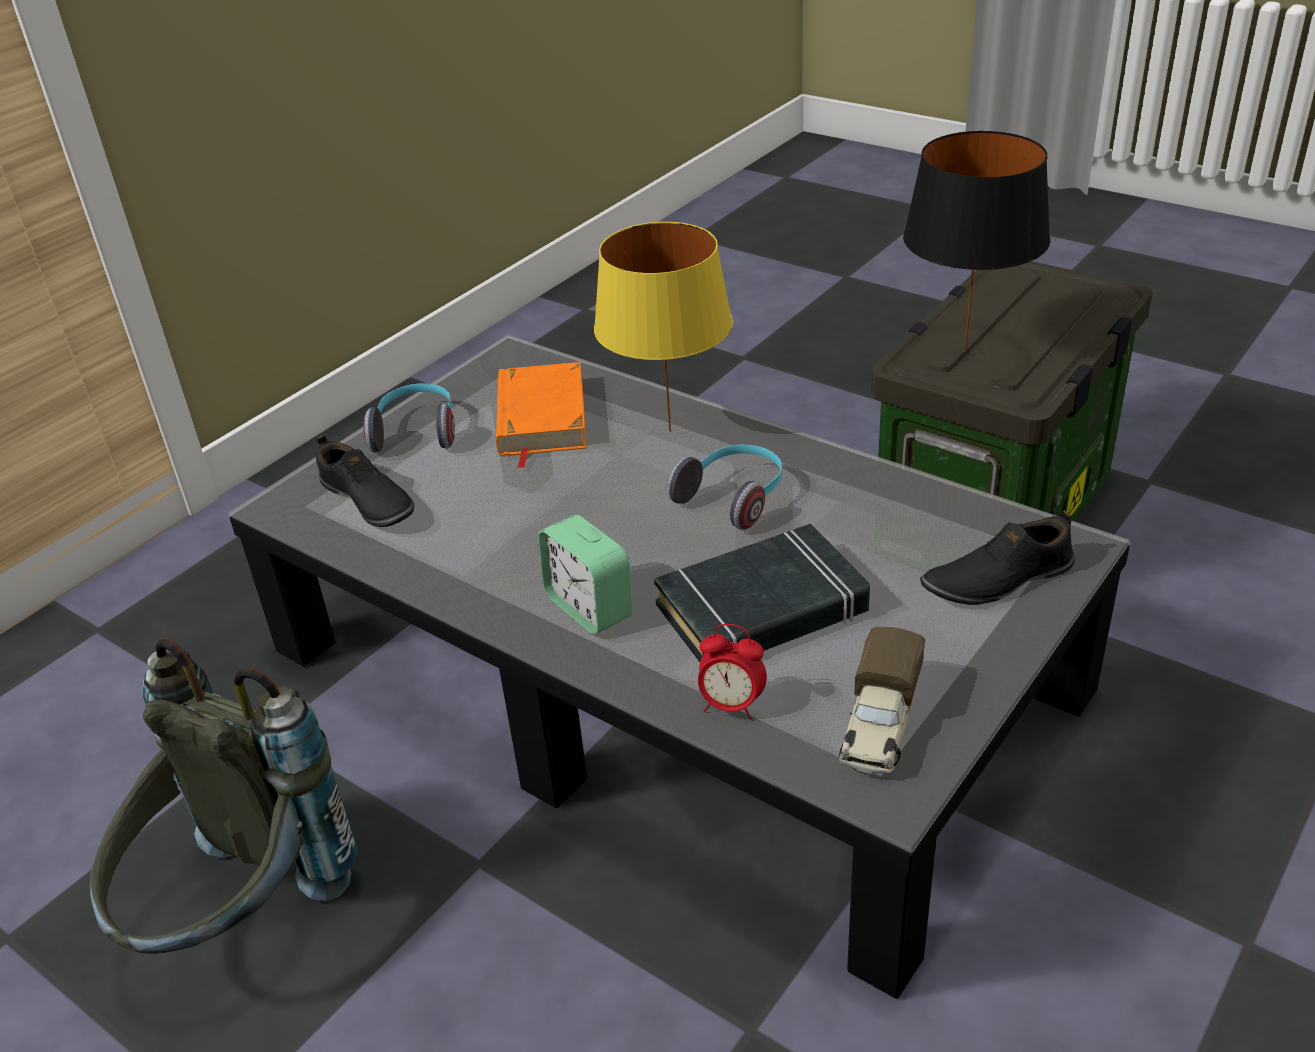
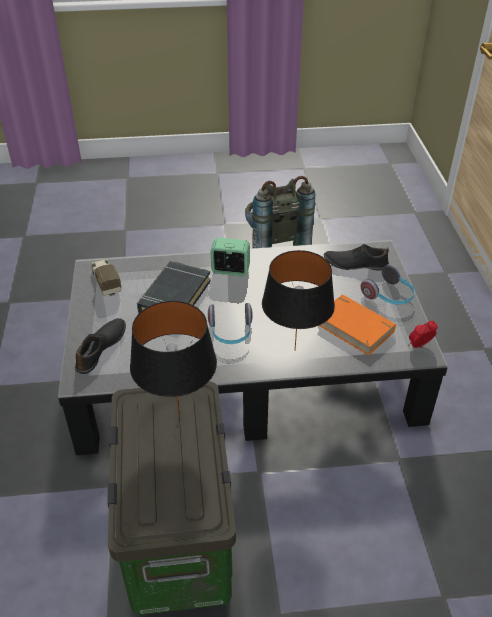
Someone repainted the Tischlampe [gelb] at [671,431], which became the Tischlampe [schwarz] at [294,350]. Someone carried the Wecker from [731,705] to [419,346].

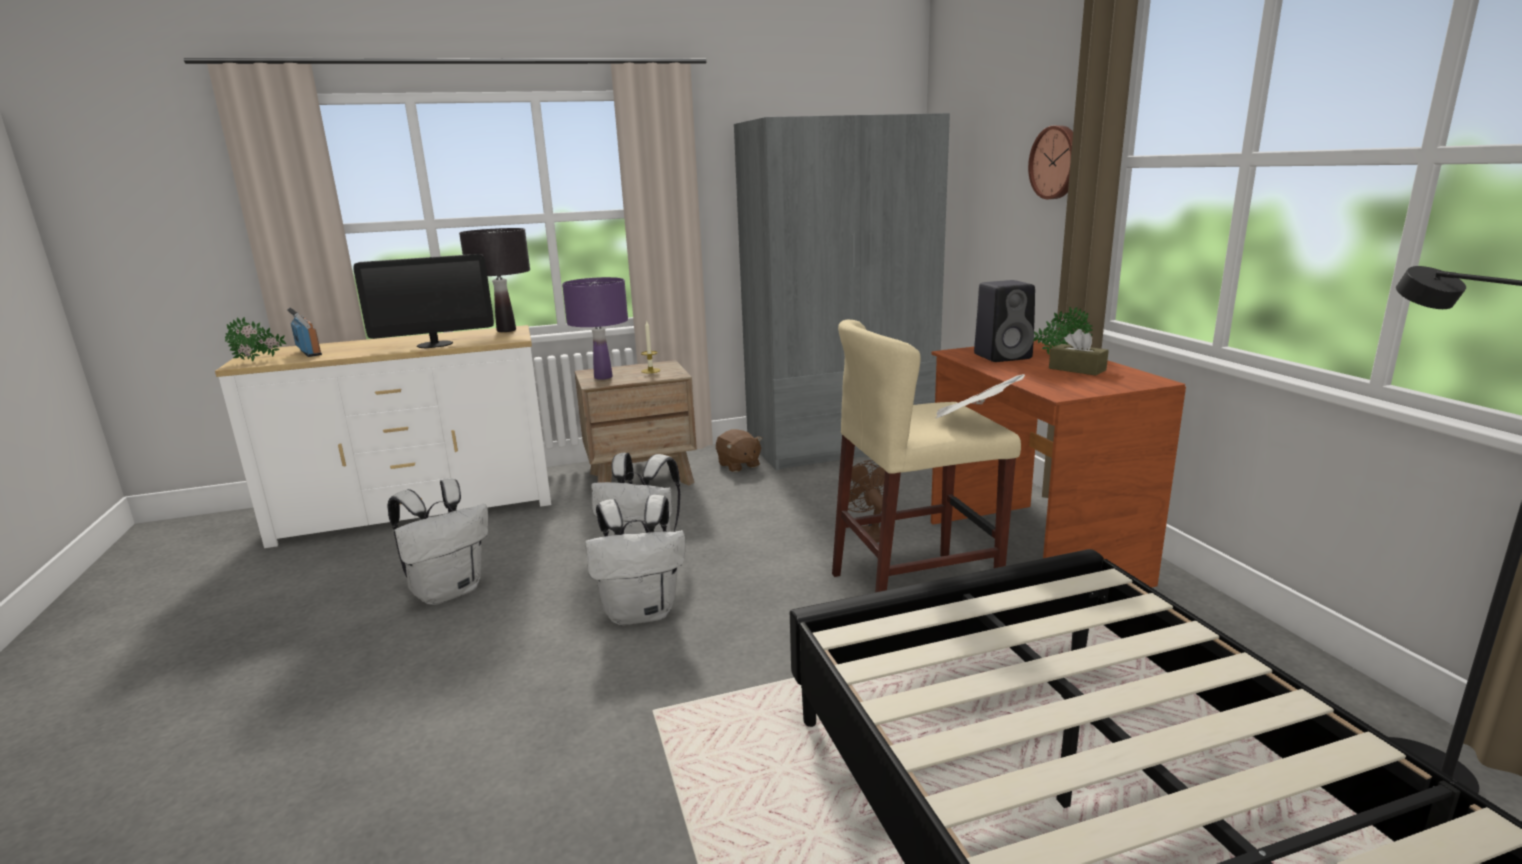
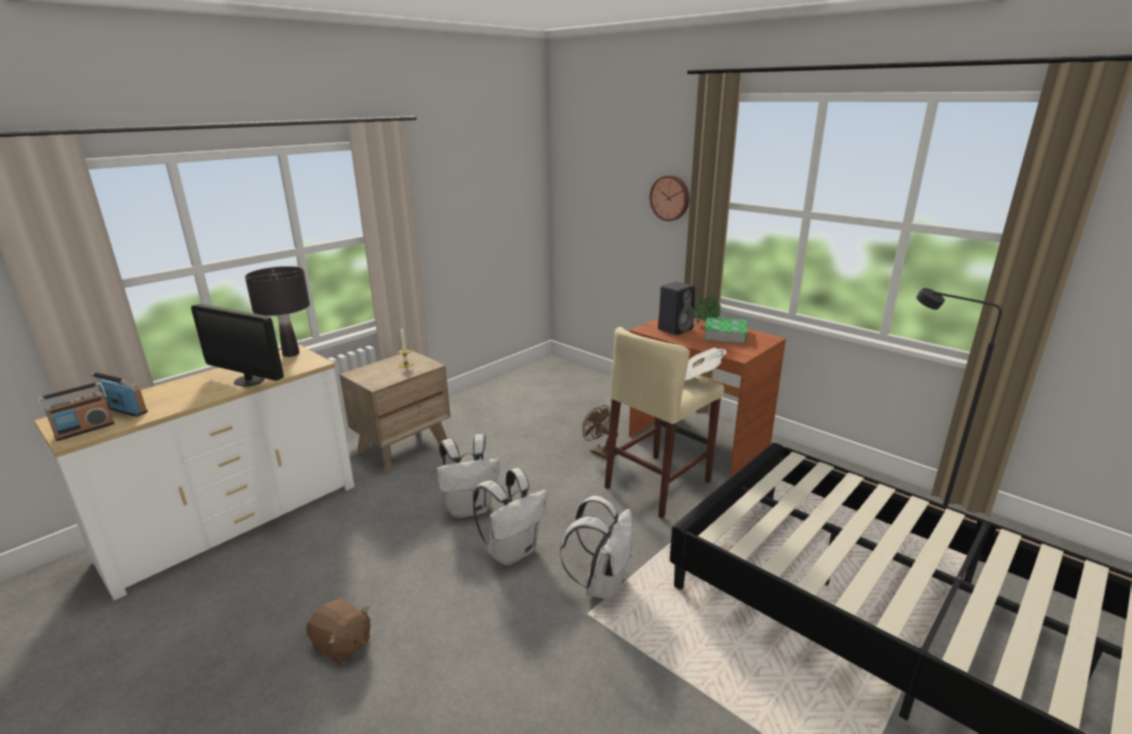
Someone took away the Kleiderschrank [grau] at [841,443]. Someone rotated the Monitor at [435,344] by 75 degrees clockwise. Someone took away the Tischlampe [lila] at [603,377]. Someone swapped the Topfpflanze at [259,360] for the Radio at [85,430]. Someone swapped the Taschentuchbox [braun] at [1077,369] for the Buch at [725,334]. Someone carried the Plüschtier [braun] from [738,465] to [342,645]. Someone carried the Rucksack [weiß] from [449,591] to [602,584].

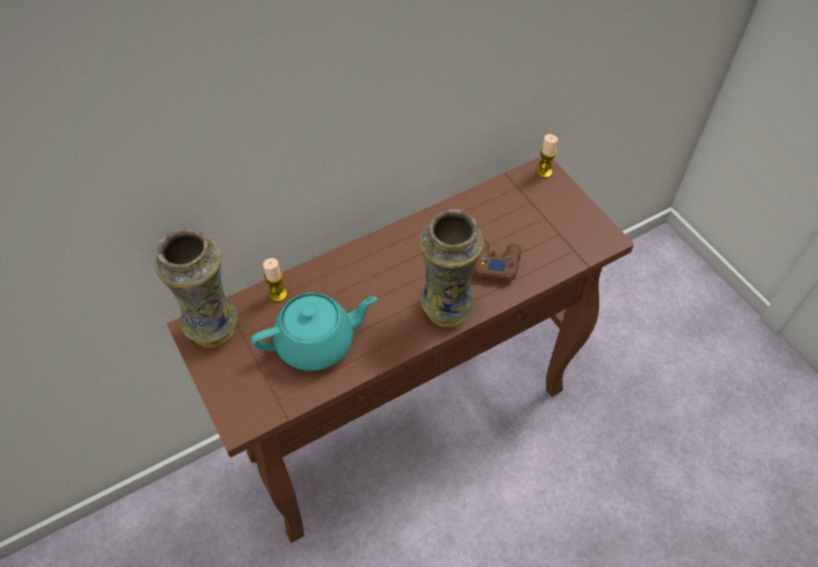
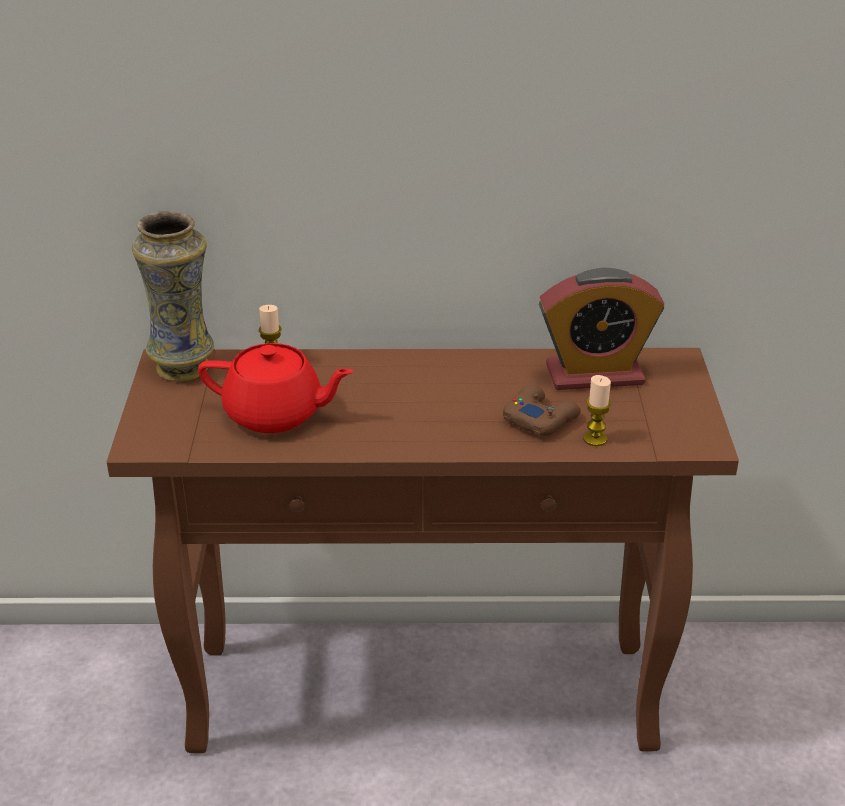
Someone carried the Kerze from [544,172] to [595,439]. Someone took away the Vase at [446,311]. Someone repainted the Teekanne [türkis] at [317,343], which became the Teekanne [rot] at [276,414]. Someone put down the Wecker at [594,374].

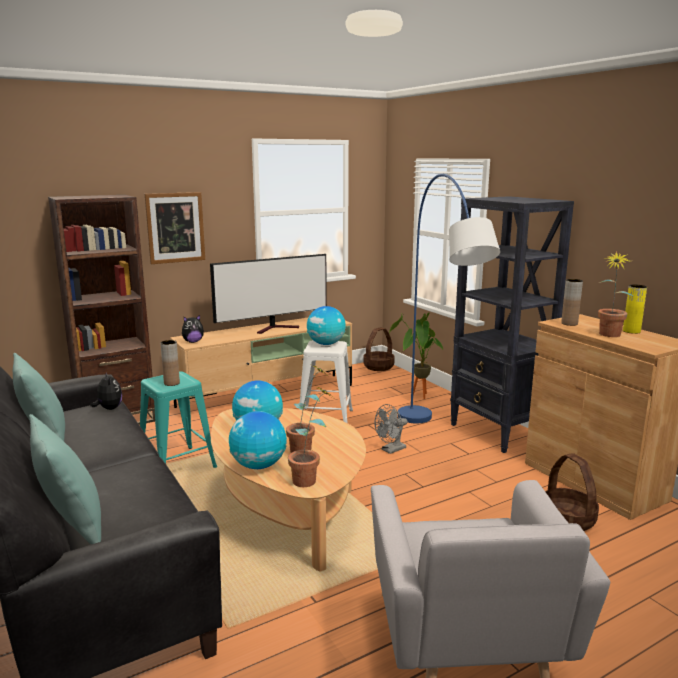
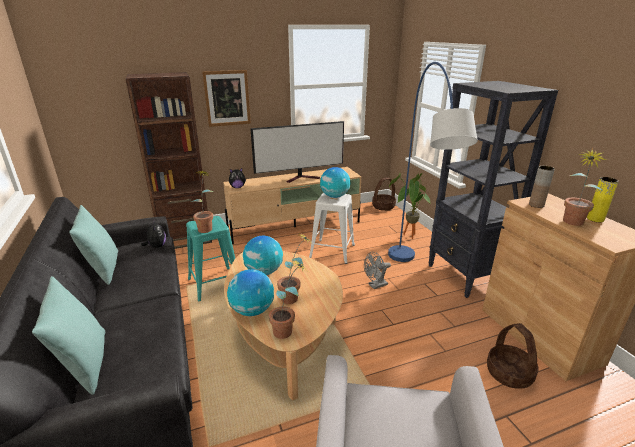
Someone swapped the Vase [braun] at [171,383] for the Topfpflanze at [206,227].

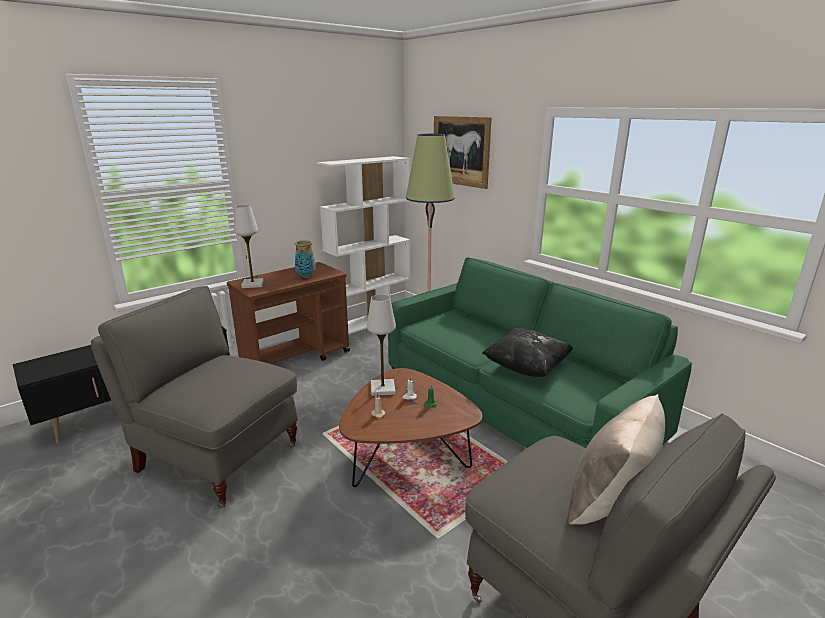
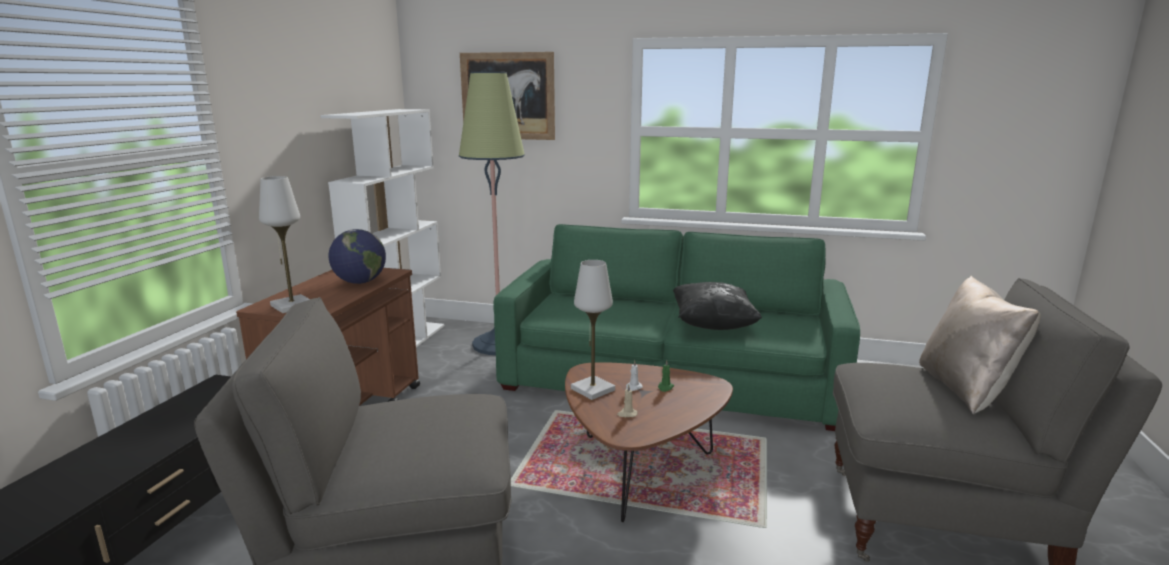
Someone swapped the Vase at [306,276] for the Globus at [360,282].

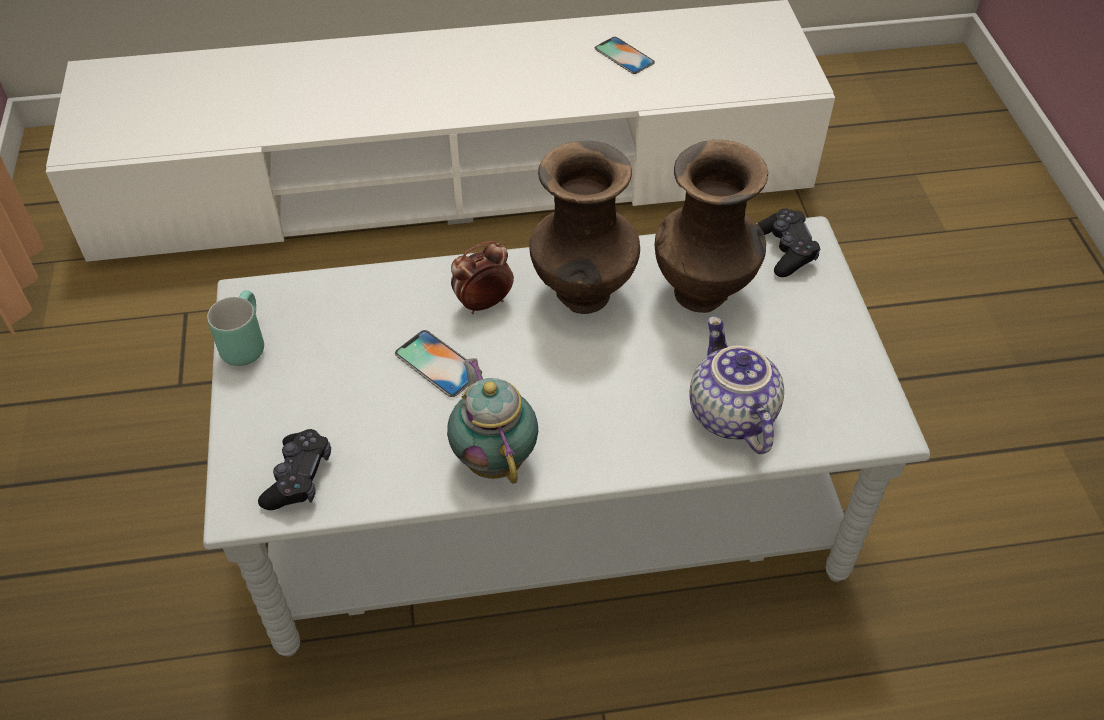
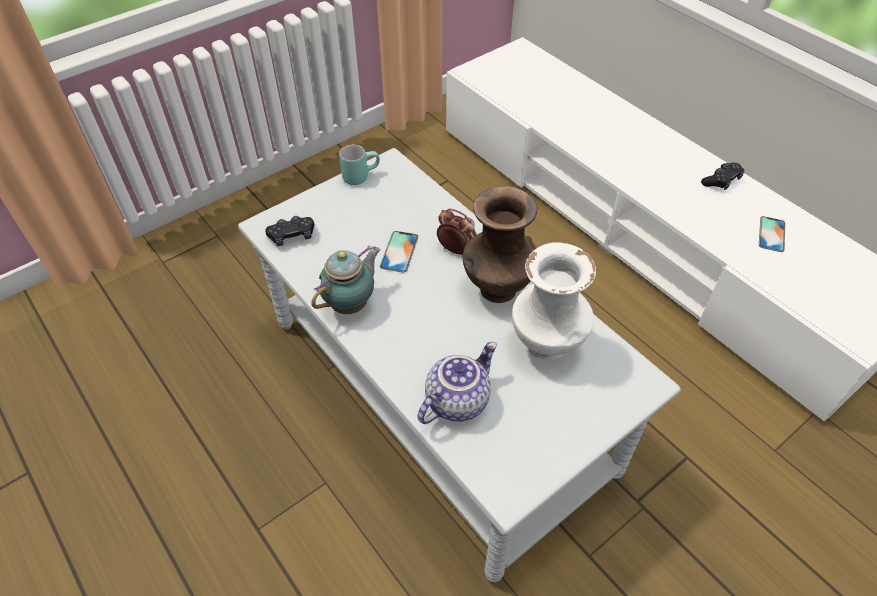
Someone repainted the Vase [braun] at [704,293], which became the Vase [weiß] at [547,347]. Someone carried the Gamepad [schwarz] from [786,250] to [721,181].

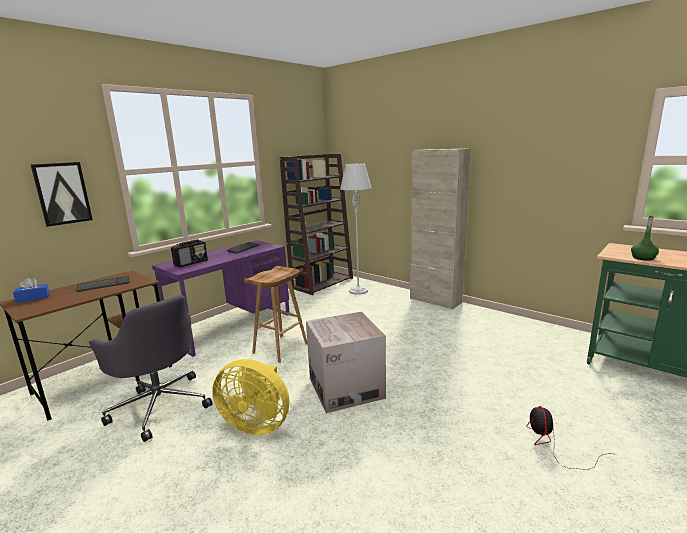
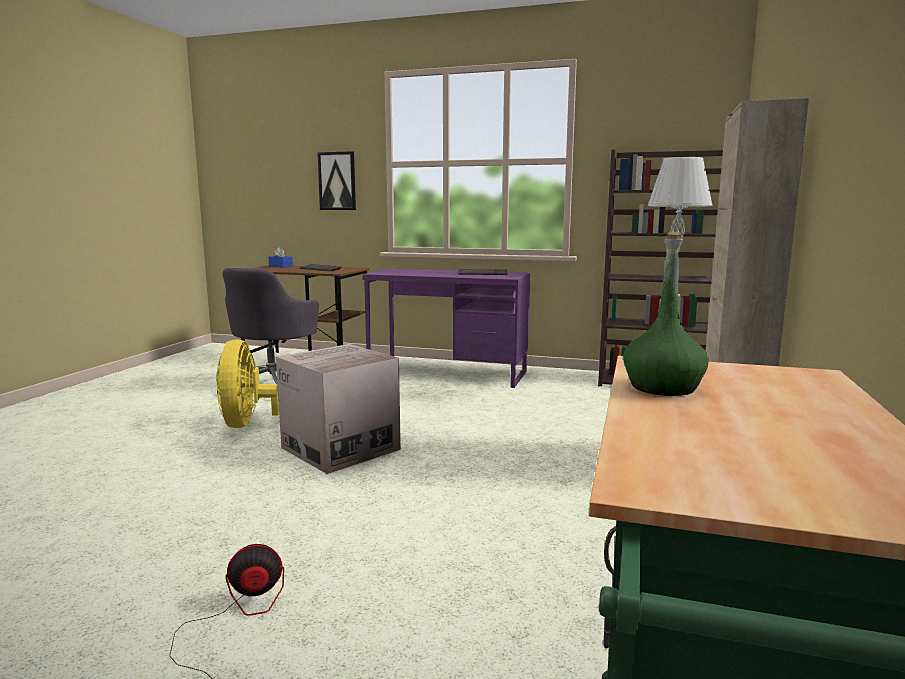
Someone took away the Radio at [191,263]. Someone took away the Hocker [braun] at [280,349].

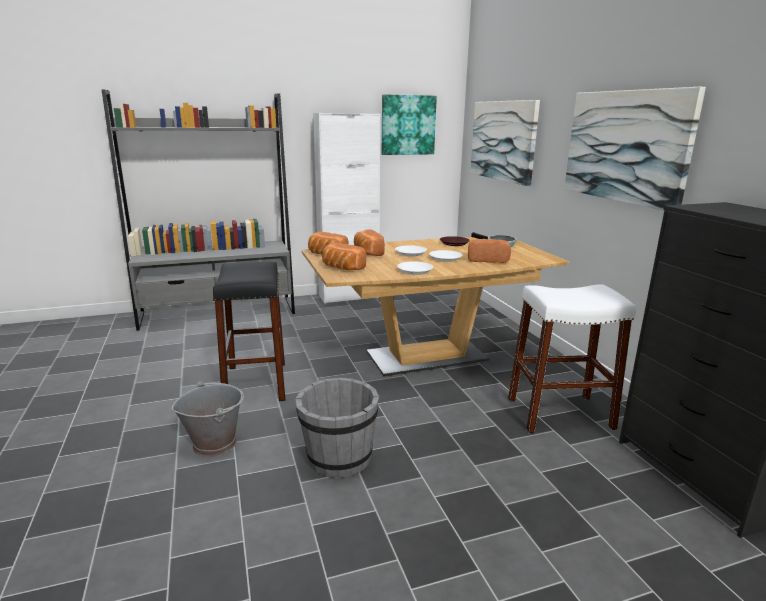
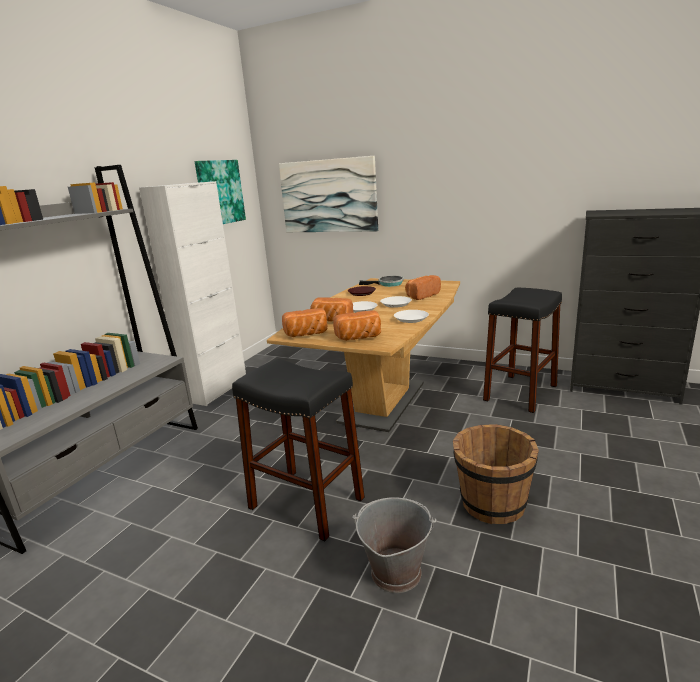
Someone took away the Bild at [625,146]. Someone repainted the Hocker [weiß] at [559,413], which became the Hocker [schwarz] at [520,393]. Someone repainted the Eimer [grau] at [338,458], which became the Eimer [braun] at [492,504].

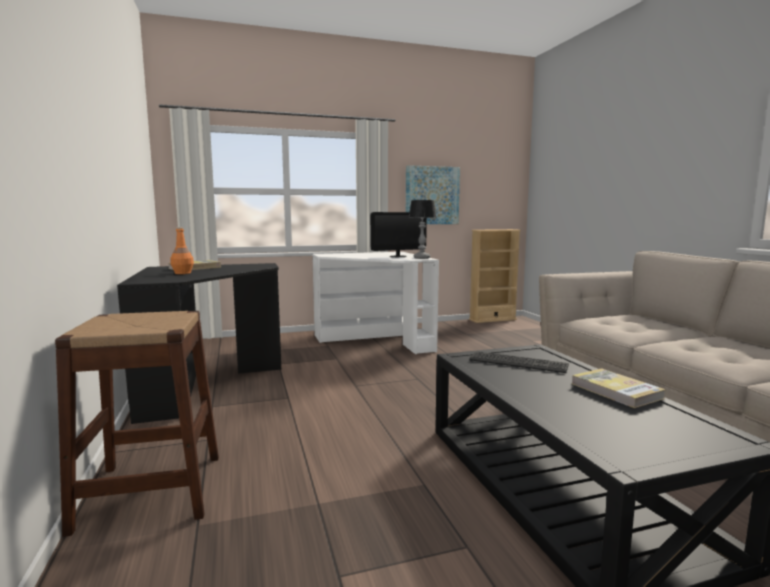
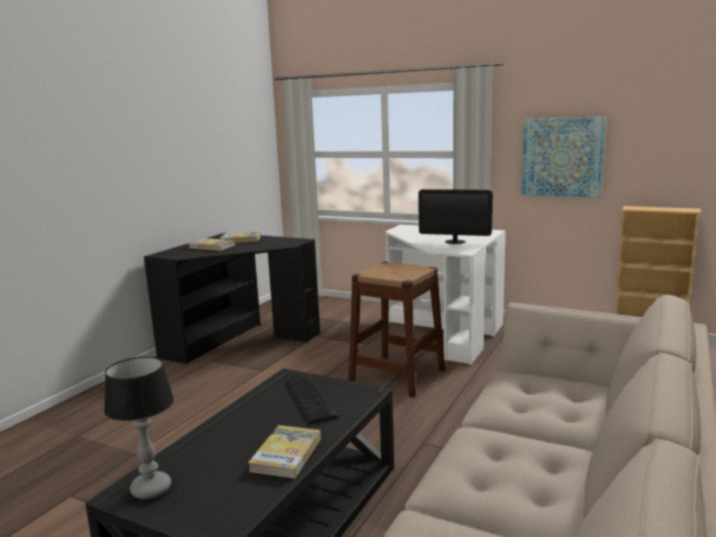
Someone carried the Tischlampe from [421,258] to [150,489]. Someone swapped the Flasche [orange] at [182,273] for the Buch at [212,246]. Someone carried the Hocker [braun] from [151,491] to [397,375].

